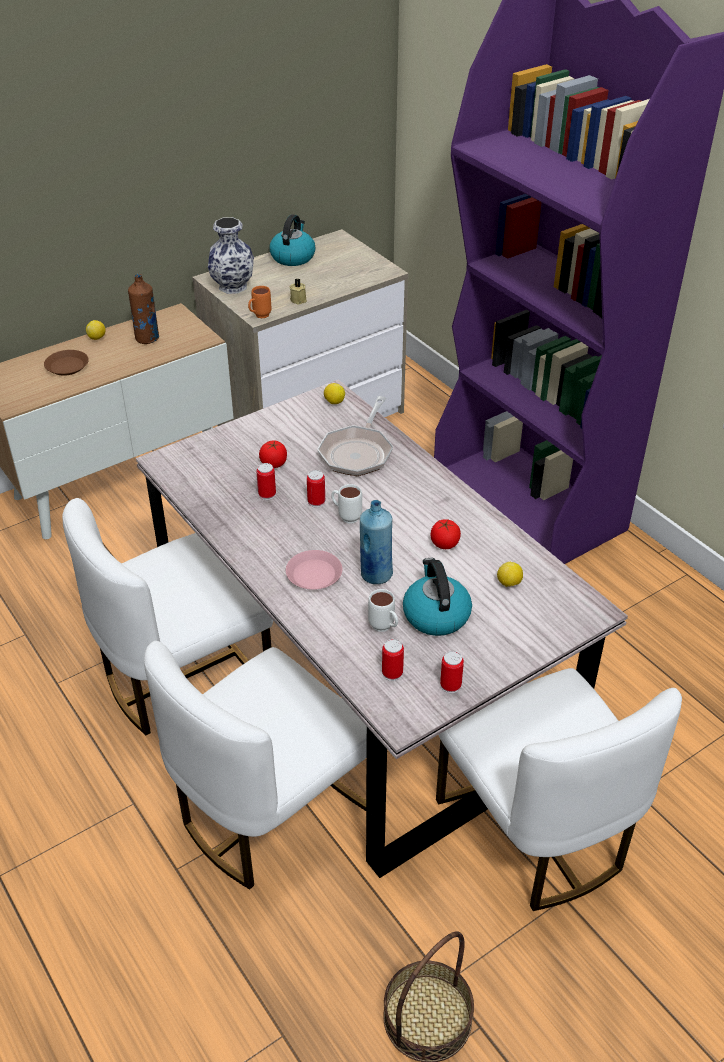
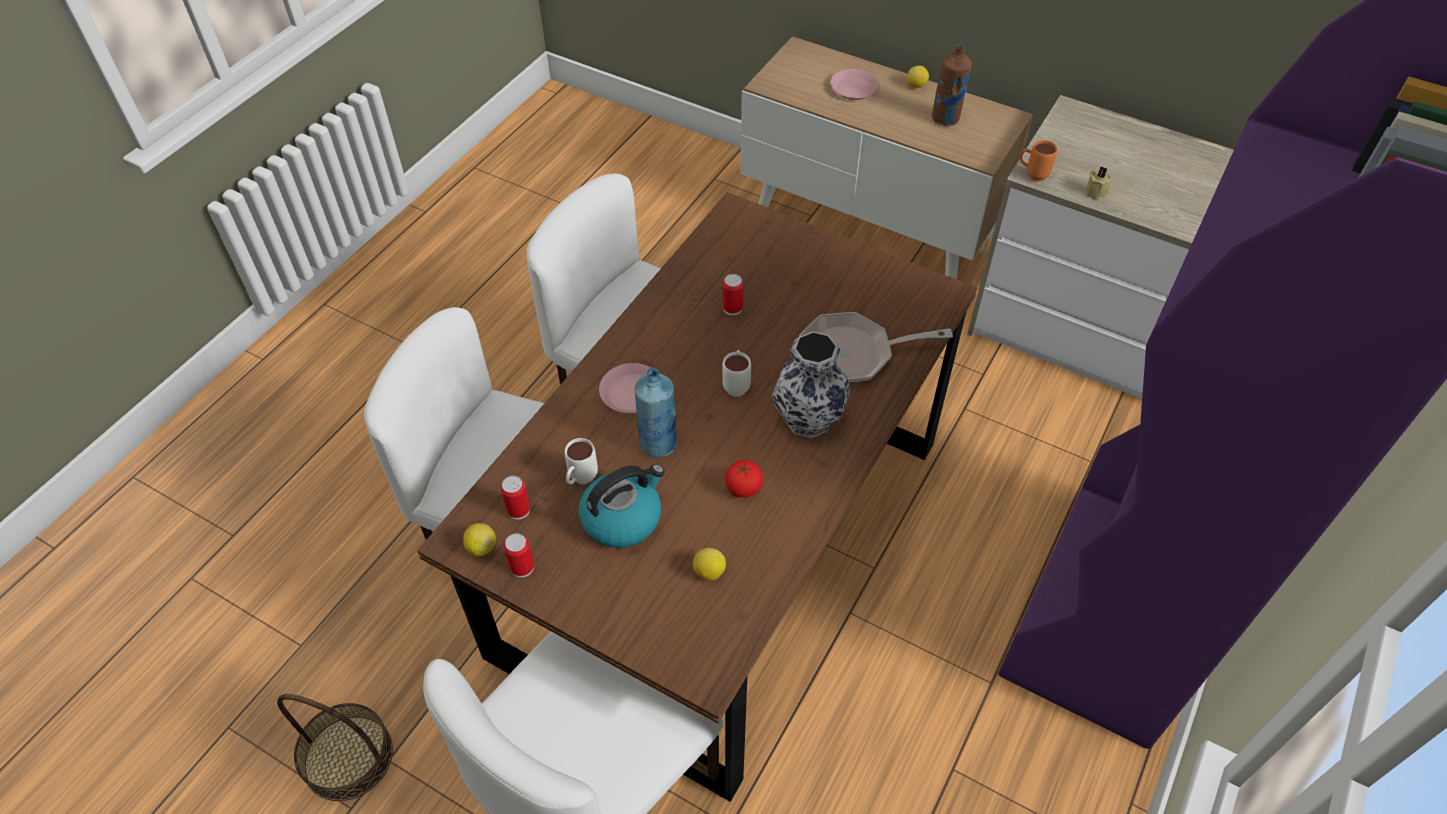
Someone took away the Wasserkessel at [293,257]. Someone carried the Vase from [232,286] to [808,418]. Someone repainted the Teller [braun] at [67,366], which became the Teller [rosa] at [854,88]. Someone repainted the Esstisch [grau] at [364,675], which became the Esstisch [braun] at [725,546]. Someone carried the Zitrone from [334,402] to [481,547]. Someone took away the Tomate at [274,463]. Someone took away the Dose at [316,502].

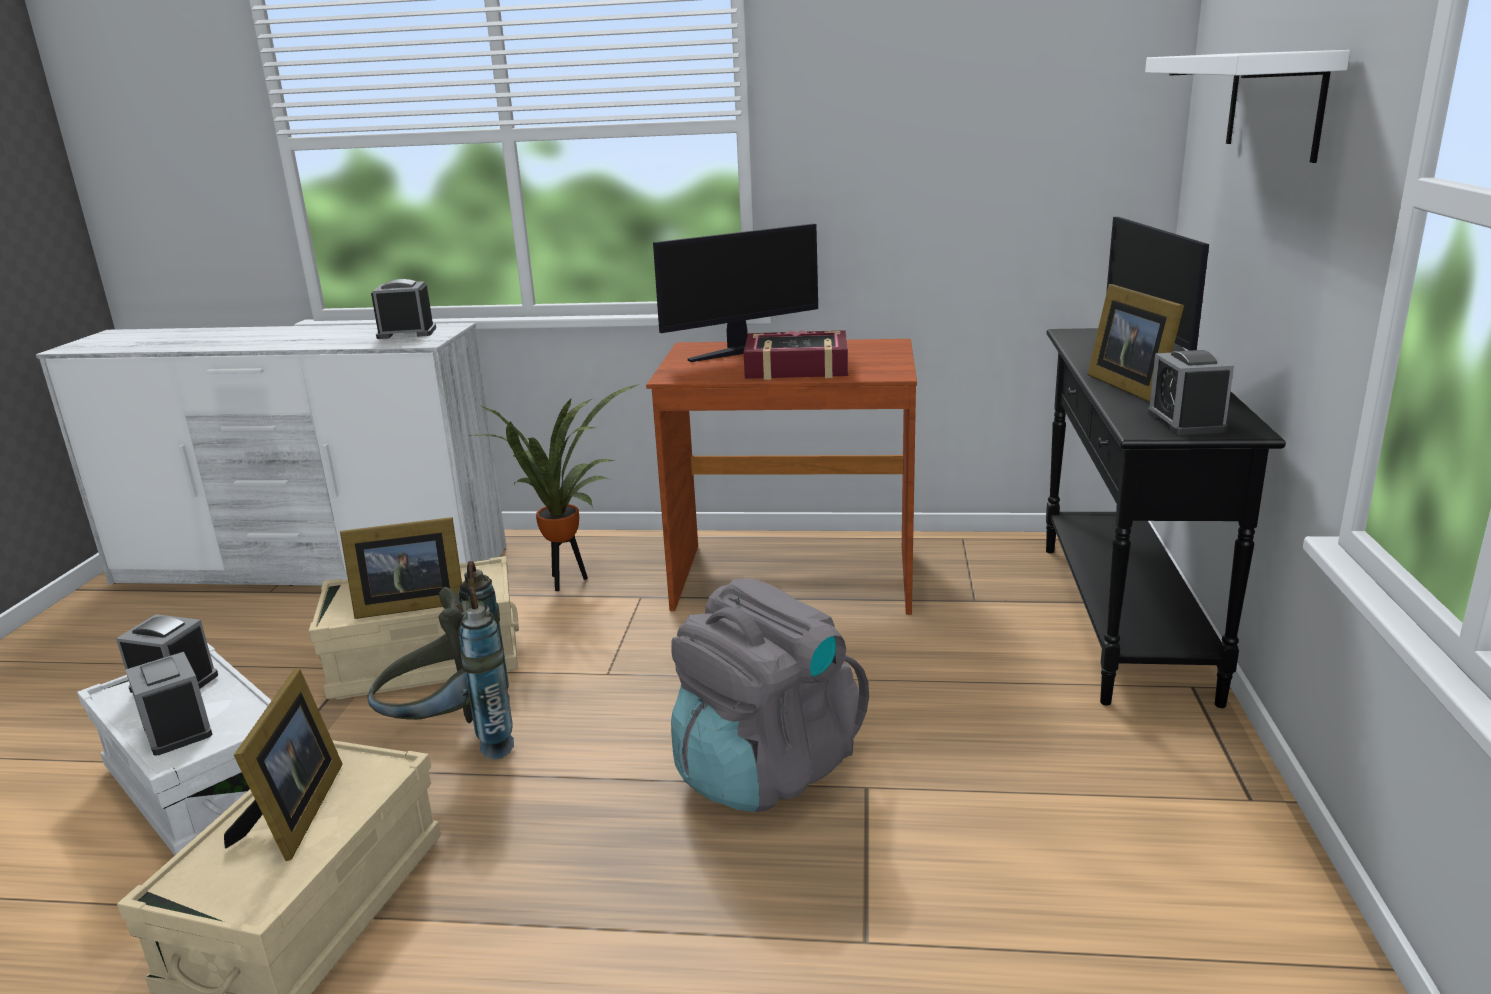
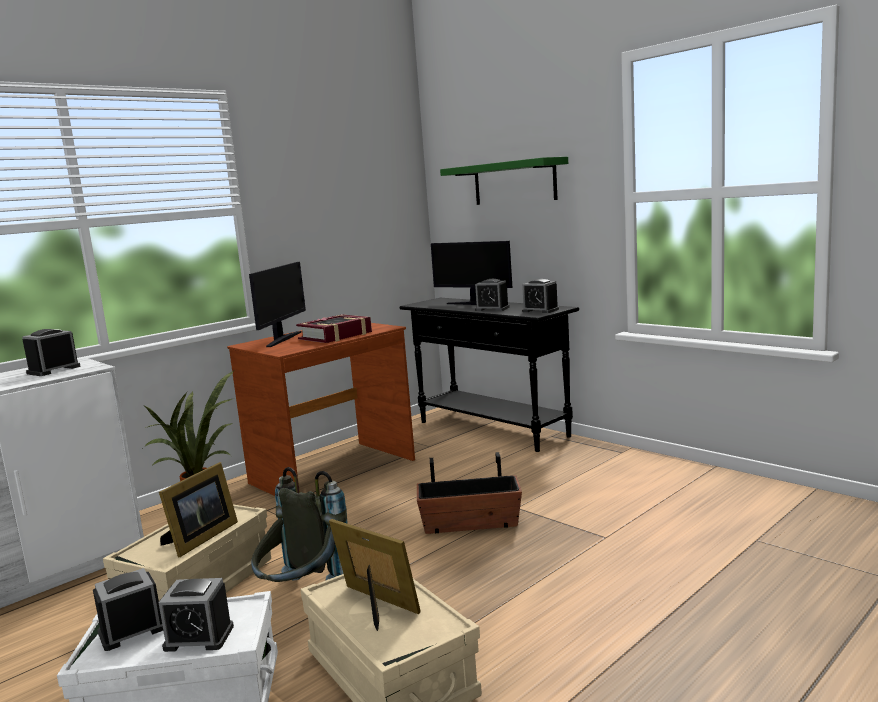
Someone repainted the Wandregal [weiß] at [1274,102], which became the Wandregal [grün] at [514,182]. Someone swapped the Bilderrahmen at [1131,386] for the Wecker at [492,309]. Someone swapped the Rucksack [grau] at [765,768] for the Pflanzkübel at [470,523].

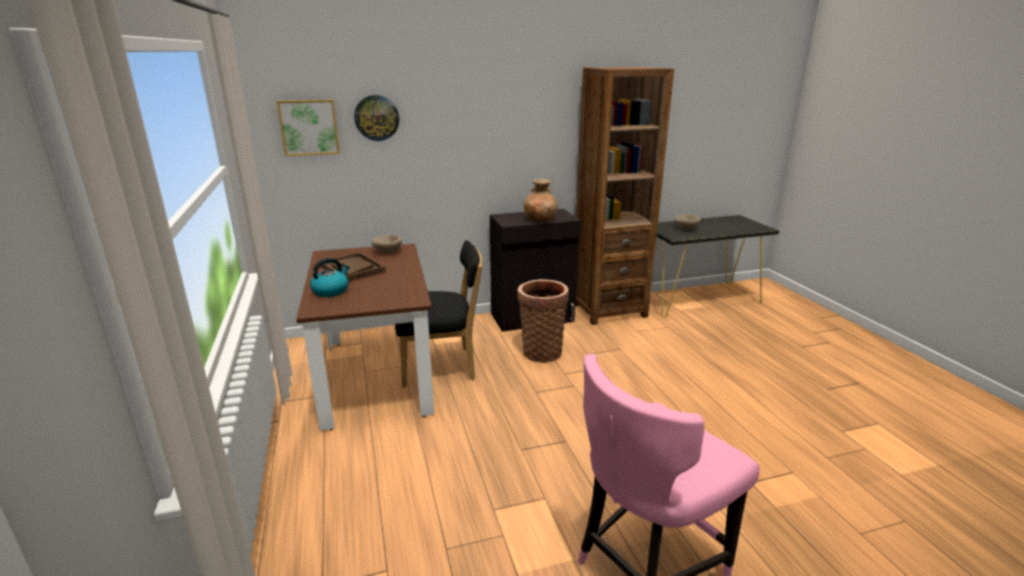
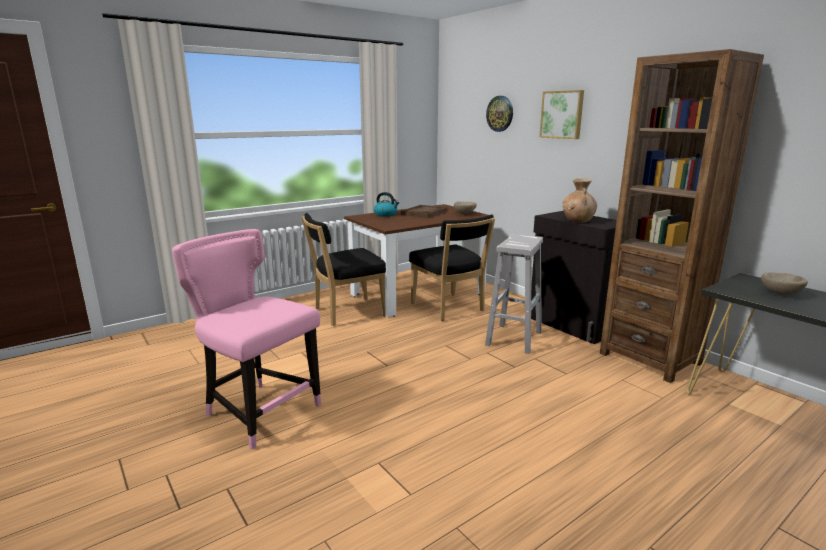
Someone carried the Bild from [309,127] to [562,114]. Someone swapped the Korb at [541,351] for the Hocker [weiß] at [514,338]. Someone put down the Stuhl [schwarz] at [346,313].

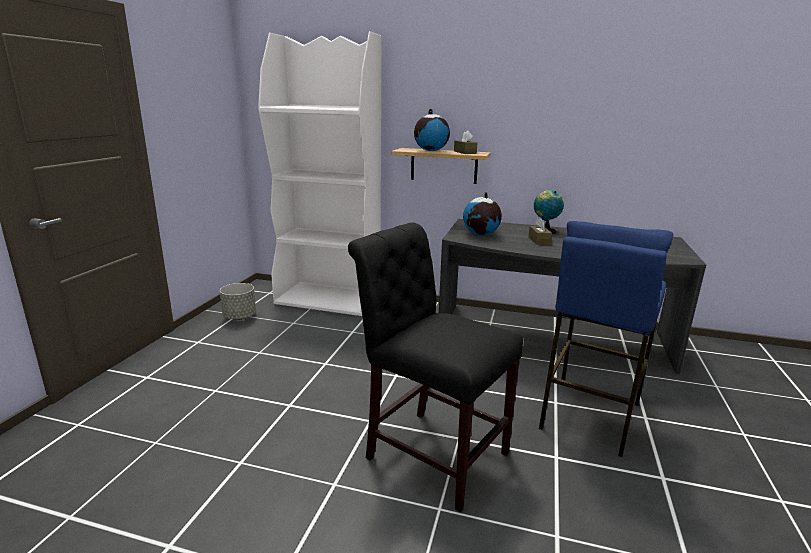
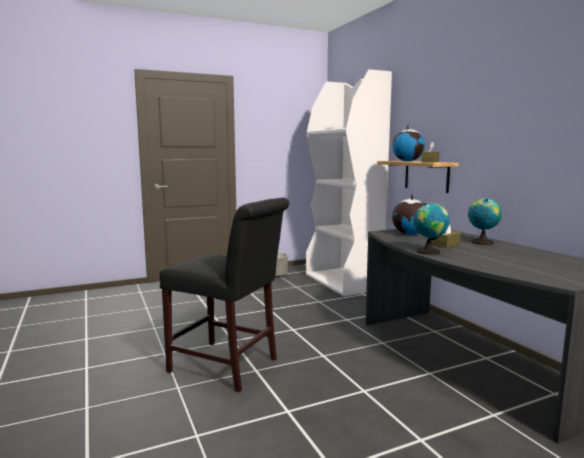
Someone took away the Hocker [blau] at [588,415]. Someone rotated the Stuhl [schwarz] at [430,451] by 120 degrees clockwise. Someone put down the Globus at [430,251].

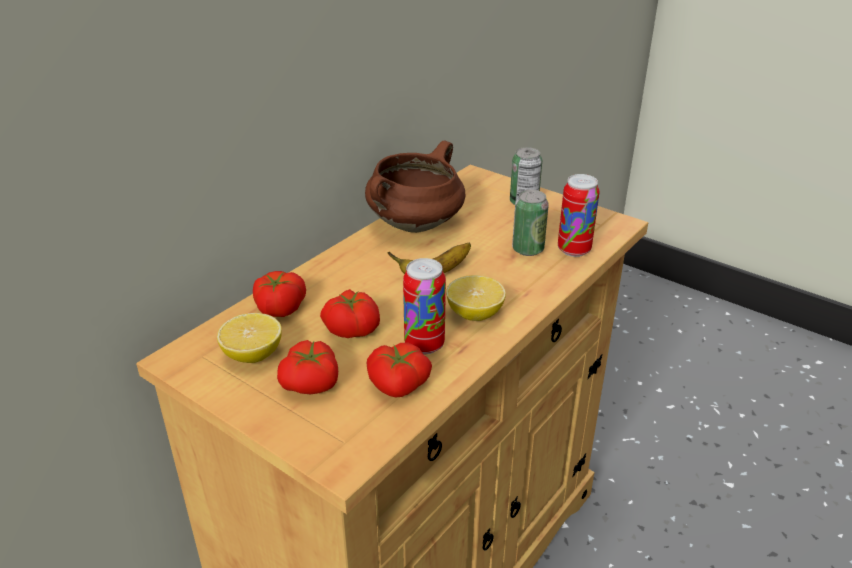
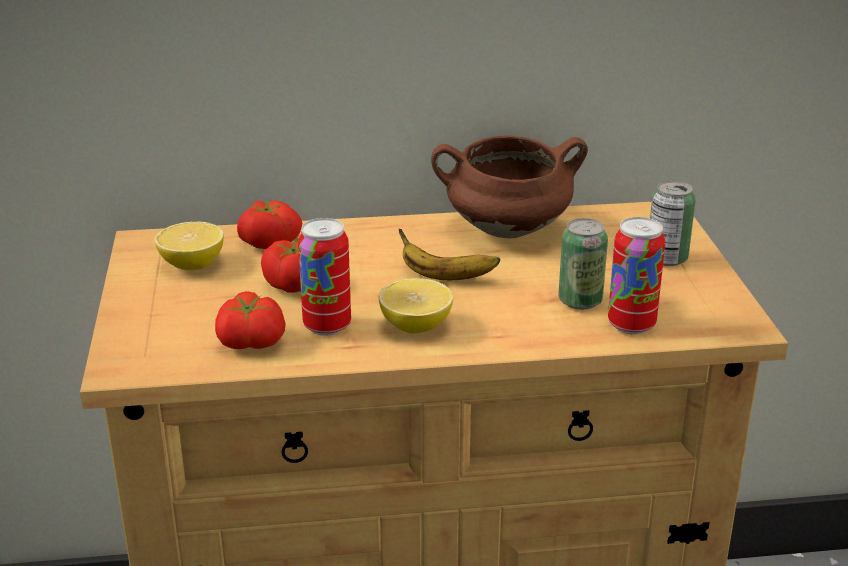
Someone took away the Tomate at [312,384].

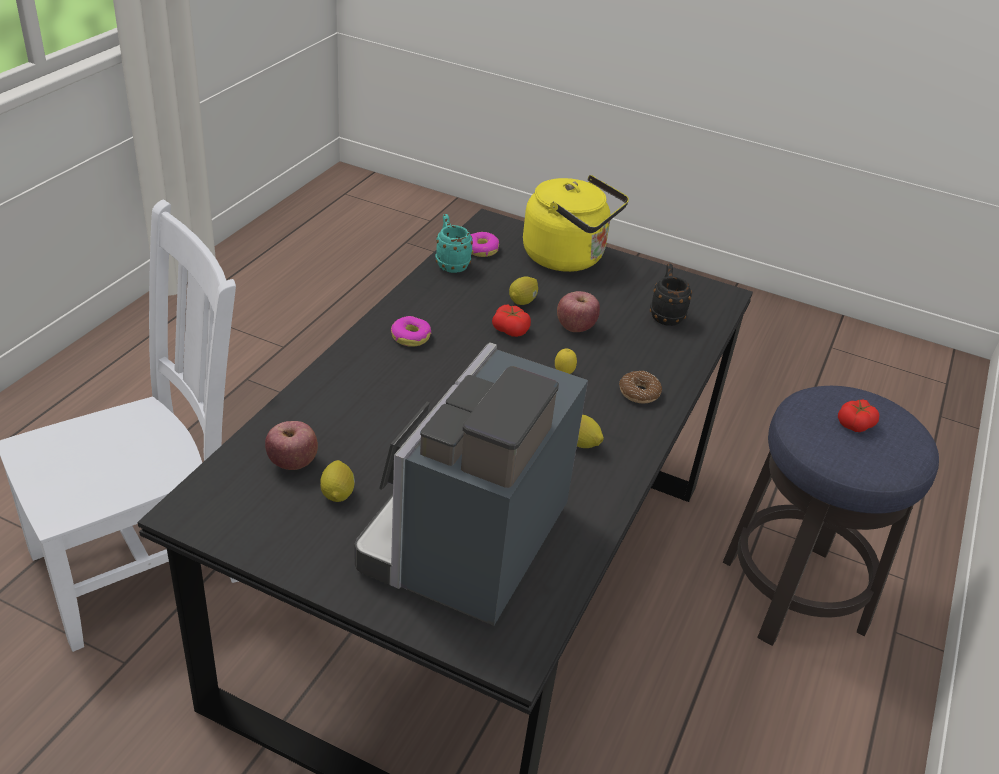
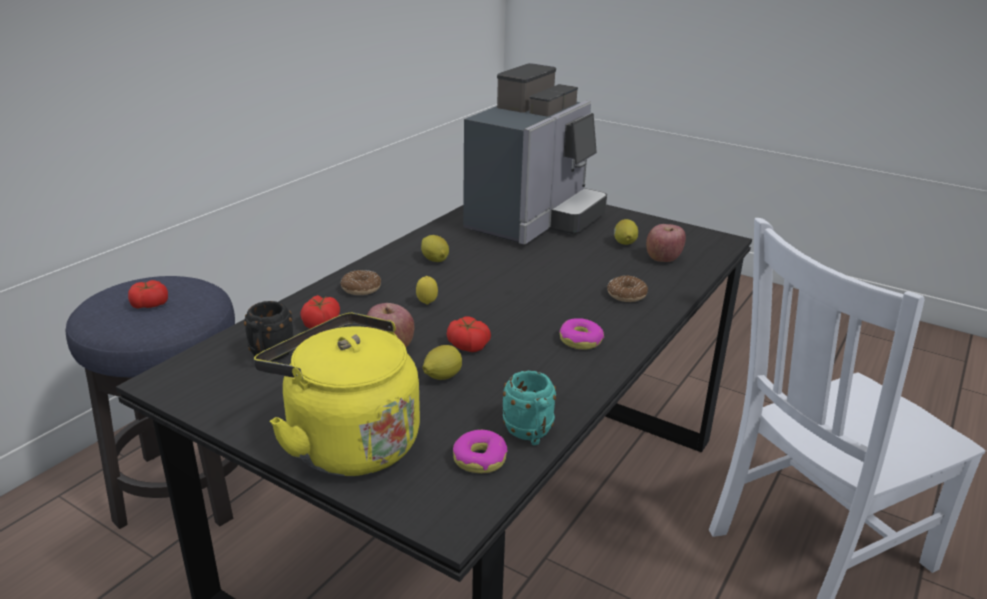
Someone put down the Donut at [626,295]. Someone put down the Tomate at [321,323].

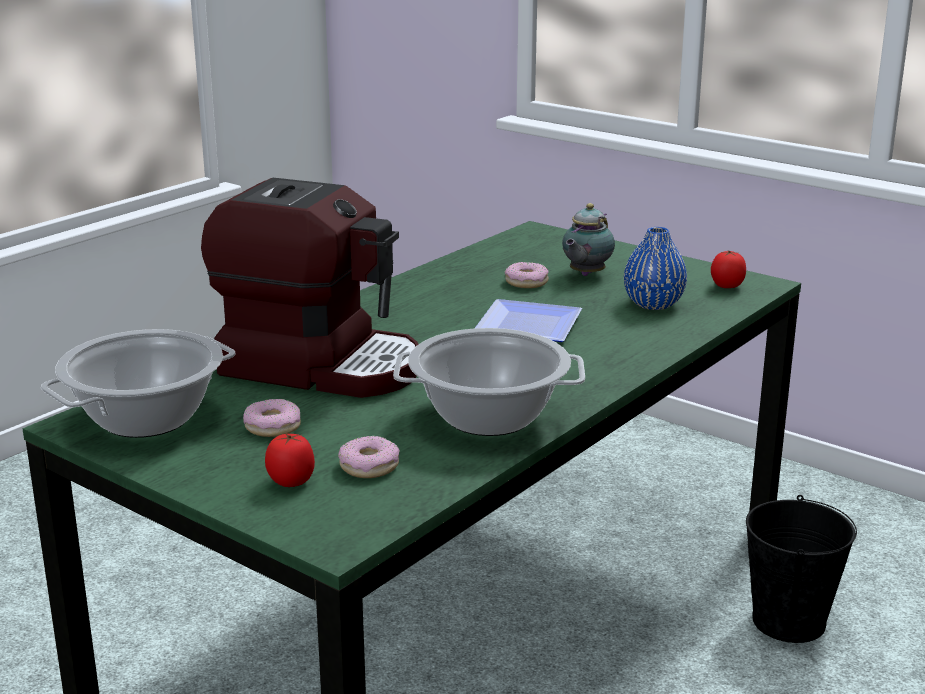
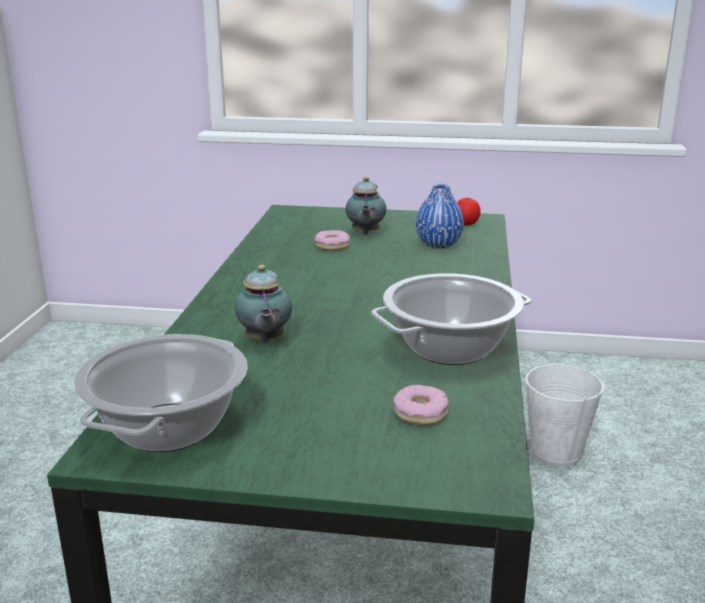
Someone swapped the Kaffeemaschine at [321,365] for the Teekanne at [264,340]. Someone took away the Teller at [524,327]. Someone took away the Donut at [273,426]. Someone took away the Tomate at [291,482]. Someone repainted the Eimer [schwarz] at [788,621], which became the Eimer [weiß] at [556,451].

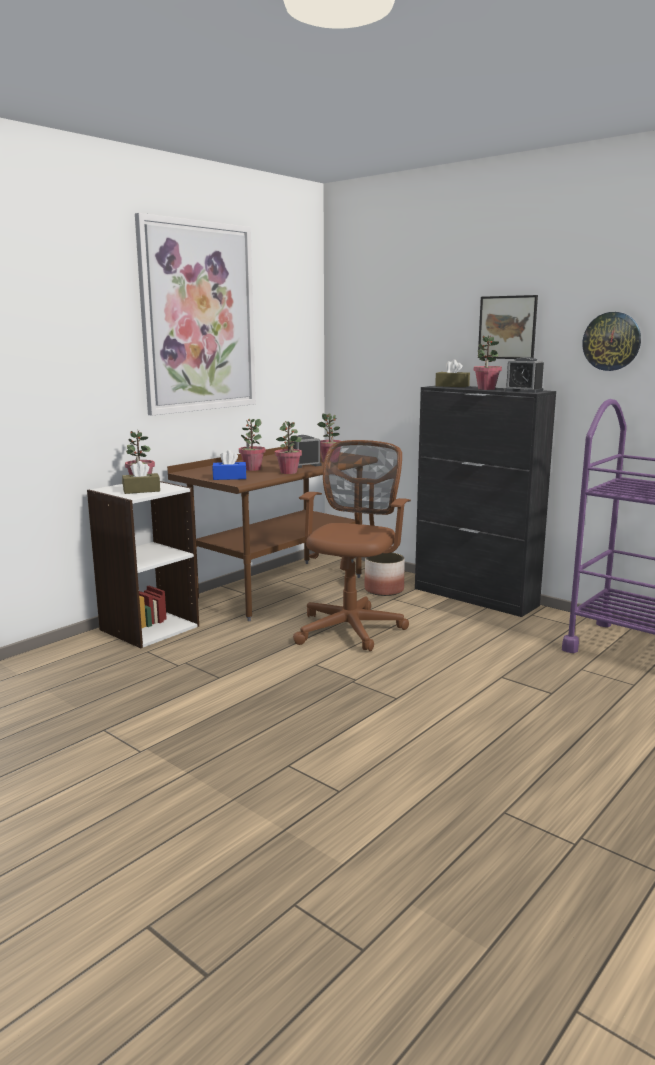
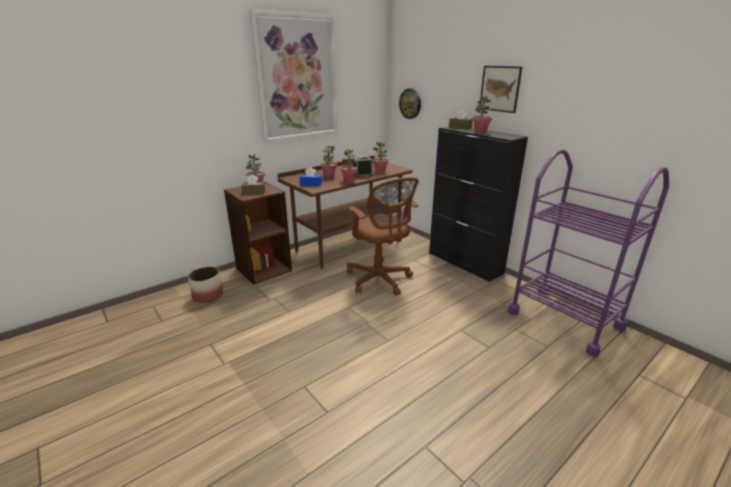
Someone carried the Wanduhr from [611,341] to [410,103]. Someone took away the Wecker at [523,391]. Someone rotated the Bürostuhl [braun] at [351,627] by 120 degrees clockwise. Someone repainted the Bücherregal [weiß] at [149,627], which became the Bücherregal [braun] at [263,269]. Someone carried the Pflanzkübel from [384,590] to [208,295].

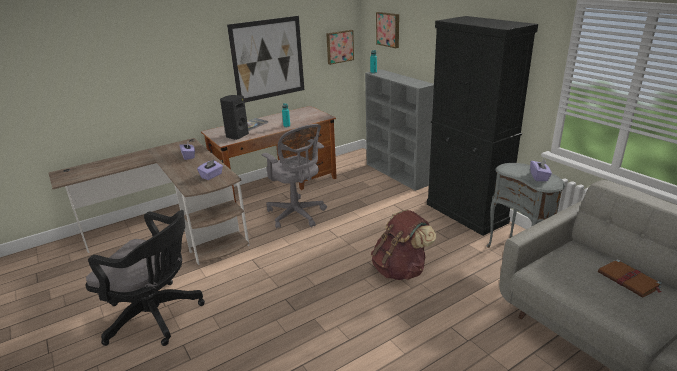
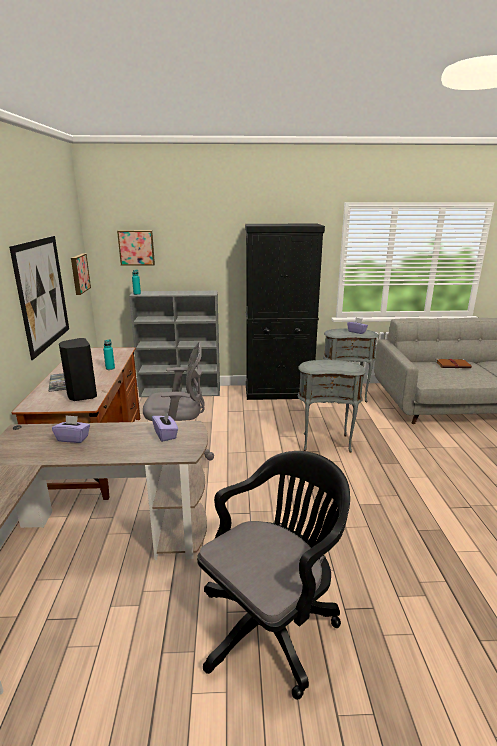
Someone swapped the Rucksack [braun] at [400,270] for the Beistelltisch [grau] at [326,442].

